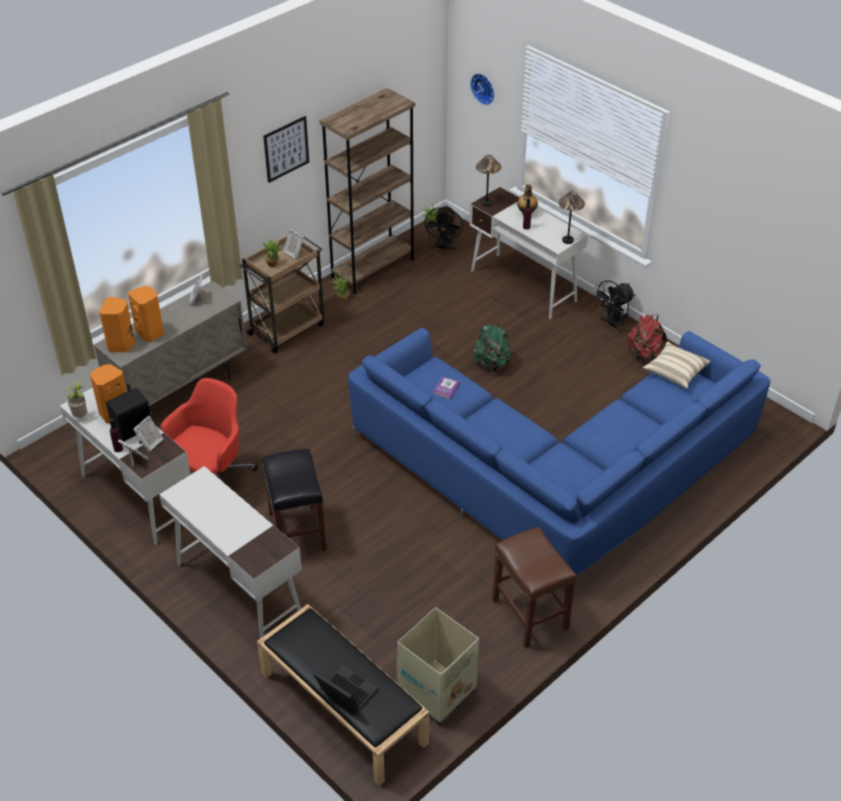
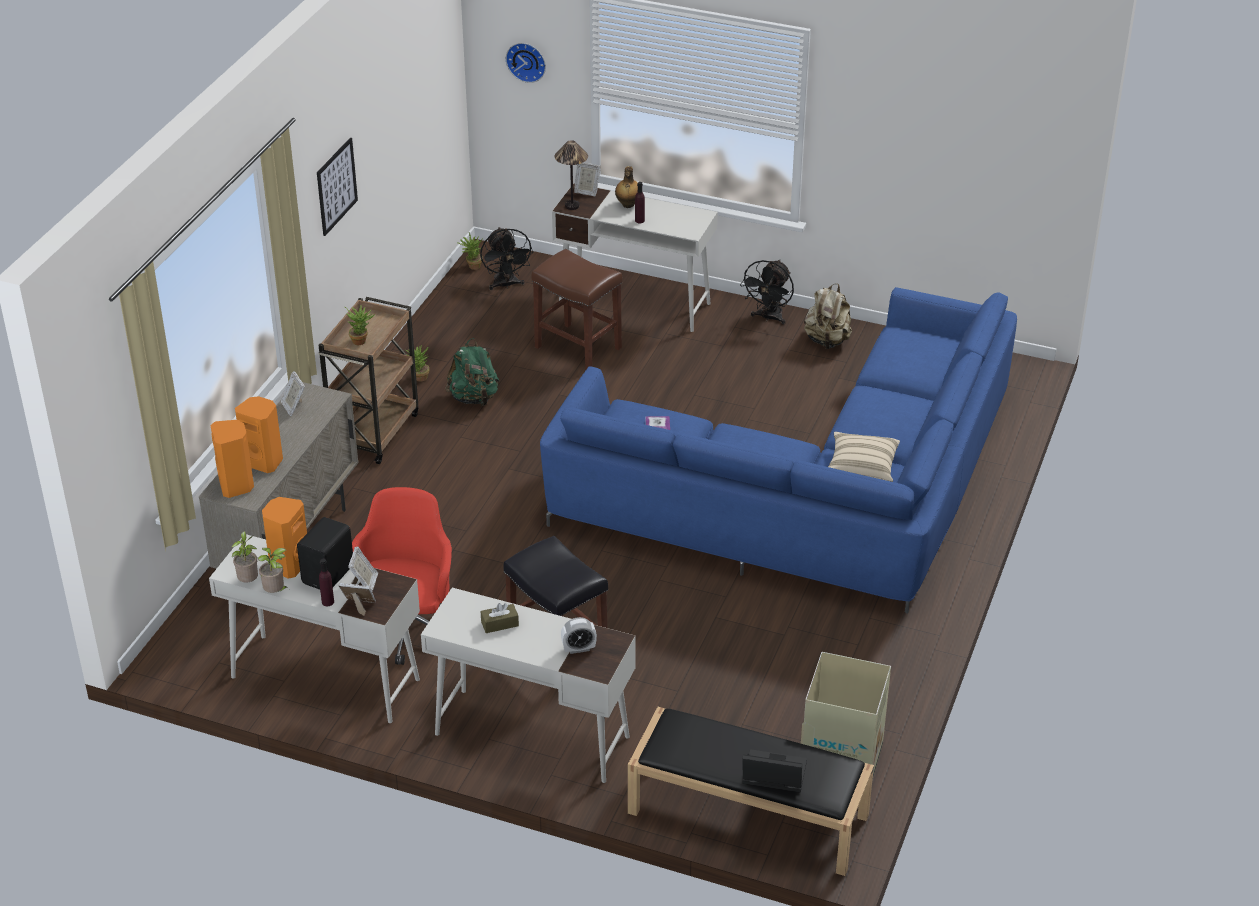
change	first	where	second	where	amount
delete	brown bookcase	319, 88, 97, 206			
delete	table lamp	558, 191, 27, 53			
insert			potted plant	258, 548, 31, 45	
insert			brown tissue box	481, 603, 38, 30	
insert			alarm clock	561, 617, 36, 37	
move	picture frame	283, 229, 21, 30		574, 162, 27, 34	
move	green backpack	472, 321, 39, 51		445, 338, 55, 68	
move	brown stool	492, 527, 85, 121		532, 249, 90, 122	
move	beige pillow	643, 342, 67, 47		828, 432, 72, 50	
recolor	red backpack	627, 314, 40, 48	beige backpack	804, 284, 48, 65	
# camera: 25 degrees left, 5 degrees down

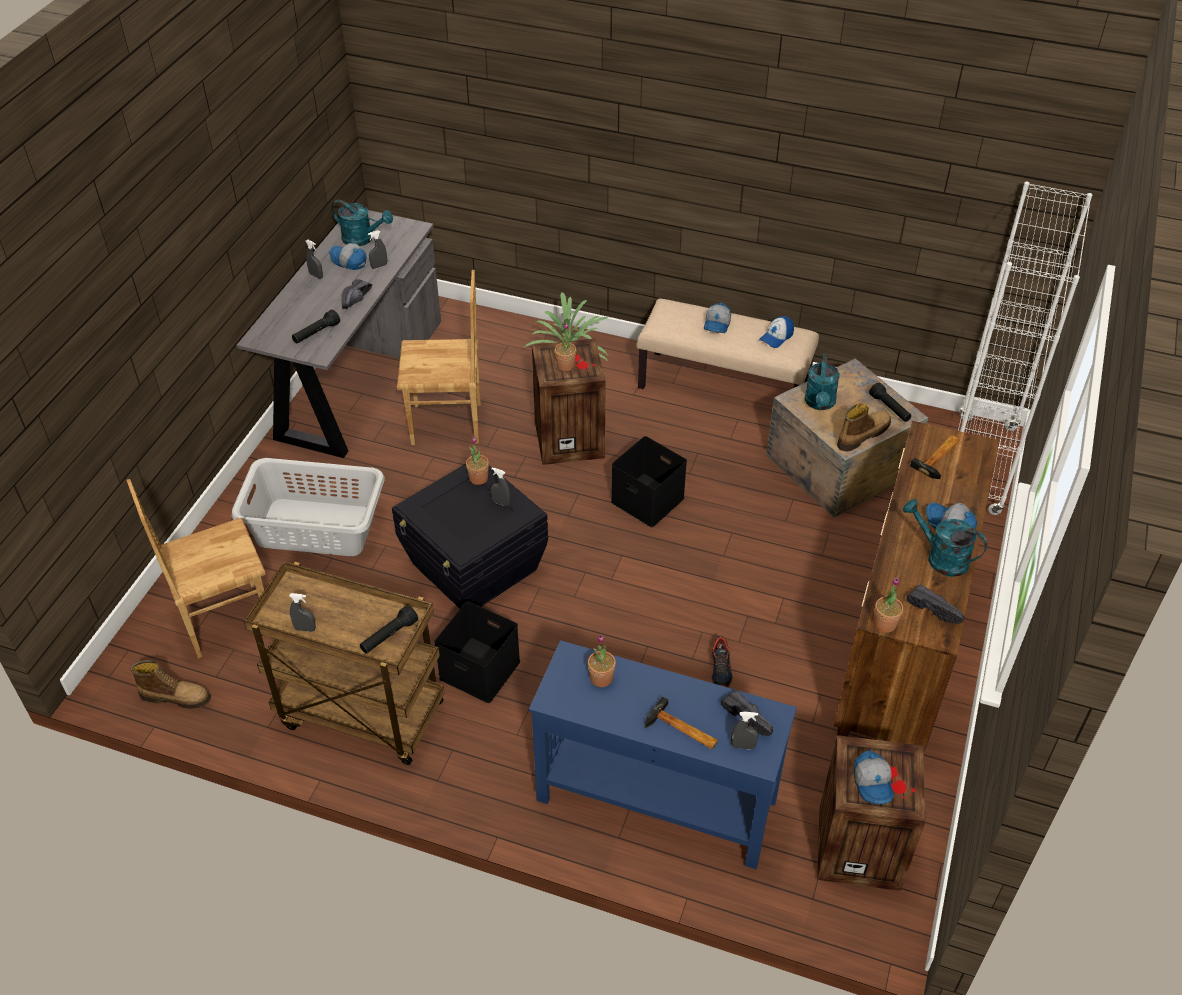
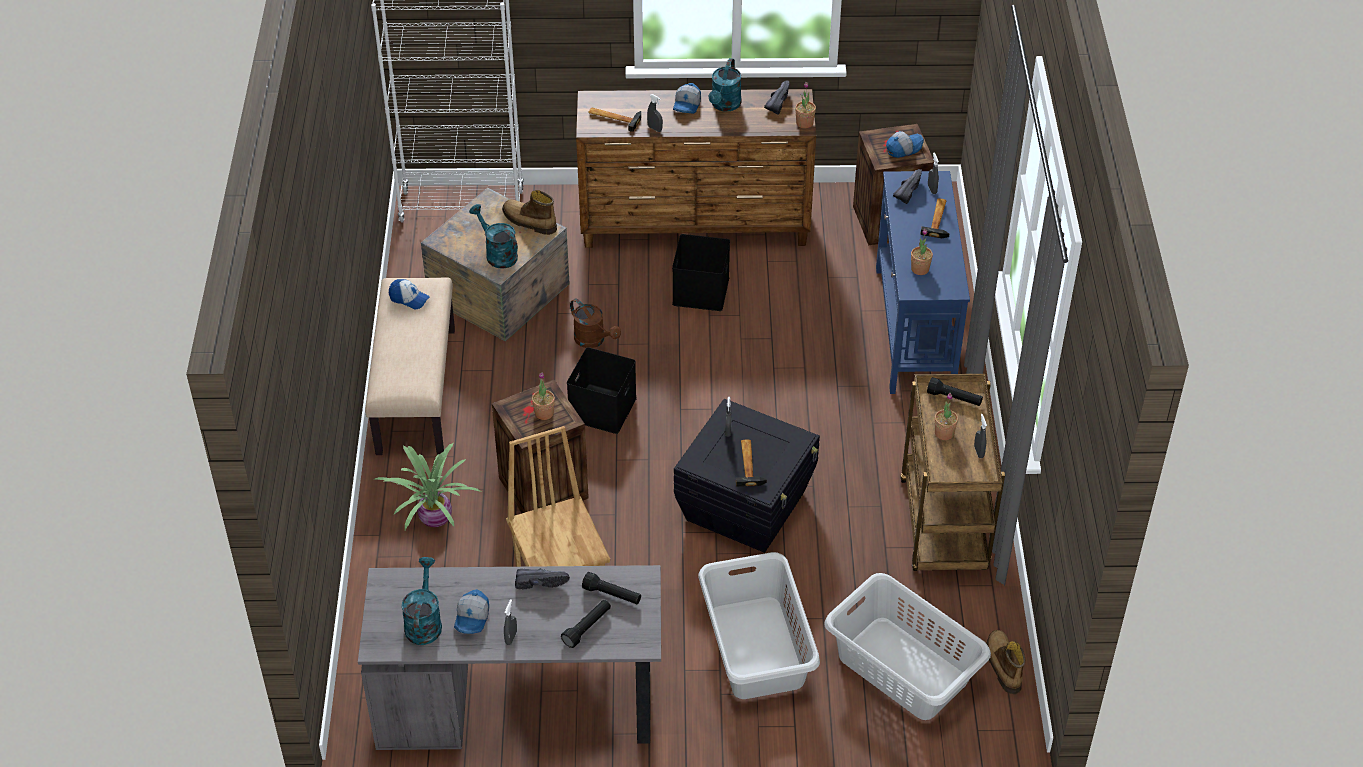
change	first	where	second	where	amount
delete	cap	704, 303, 27, 30			
delete	shoe	711, 635, 22, 52			
insert			brown watering can	570, 299, 51, 49	
insert			hammer	736, 440, 31, 47	
move	grey spray bottle	368, 230, 19, 39		647, 94, 16, 38	
move	black storage box	434, 601, 86, 102		672, 234, 58, 77	
move	potted plant	466, 436, 23, 49		935, 393, 23, 47	
move	black flashlight	869, 383, 42, 39		561, 600, 50, 48	
replace	brown chair	126, 479, 140, 179	grey laundry basket	824, 573, 167, 147	
rotate	turquoise watering can	805, 354, 35, 56		469, 204, 49, 65	120 degrees counterclockwise
# camera: 110 degrees left, 0 degrees up

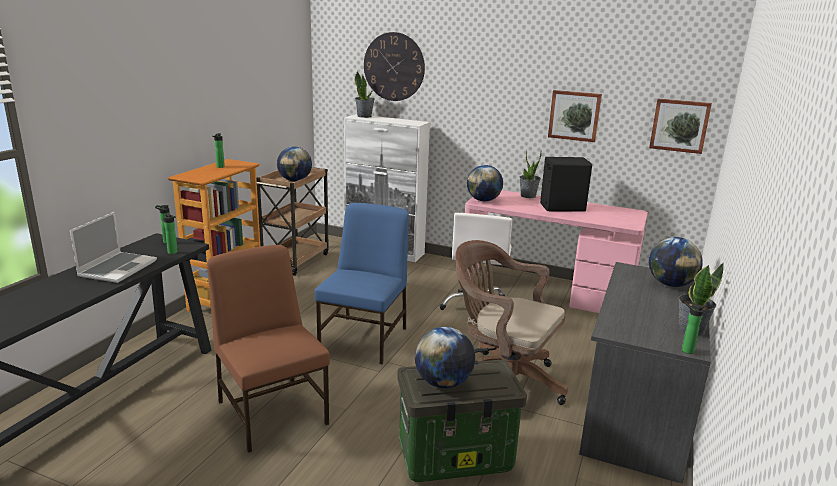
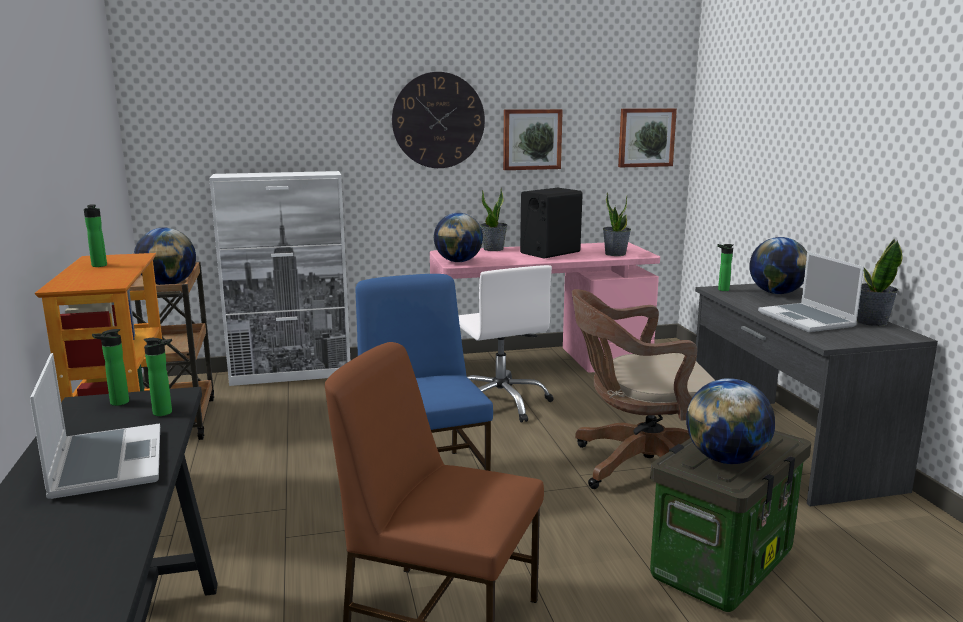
change	first	where	second	where	amount
insert			laptop	758, 252, 106, 80	
move	potted plant	354, 72, 20, 46		603, 192, 28, 64	
move	wall clock	364, 32, 61, 69		392, 72, 93, 96	
move	bottle	682, 301, 22, 53		717, 244, 16, 47	
# camera: 35 degrees left, 5 degrees down

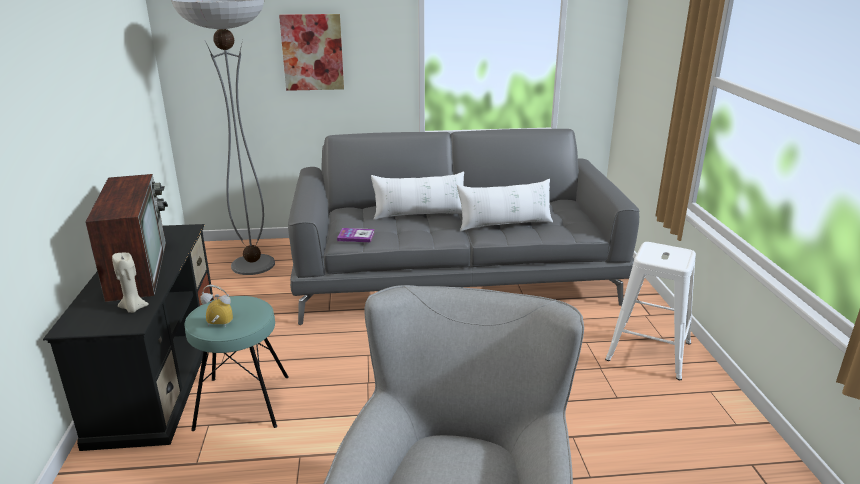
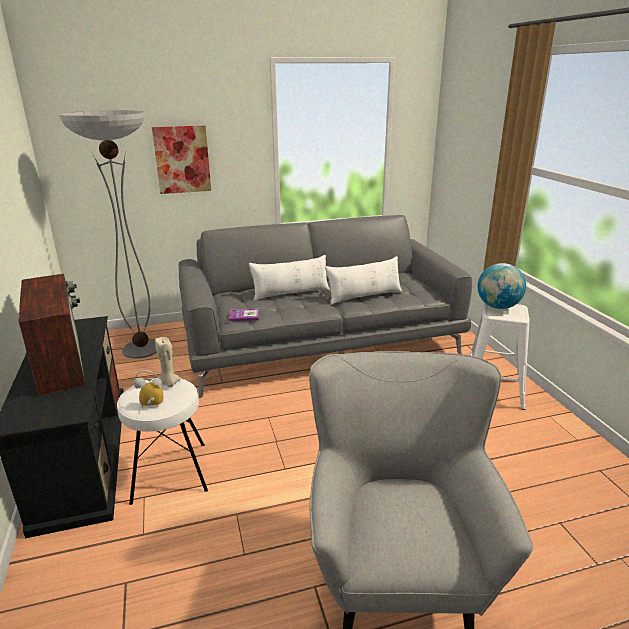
change	first	where	second	where	amount
insert			globe	477, 263, 49, 46	
move	beige candle	112, 253, 37, 60		155, 337, 26, 50	
recolor	turquoise stool	184, 296, 105, 135	white stool	117, 378, 91, 127	
# camera: 10 degrees left, 0 degrees up

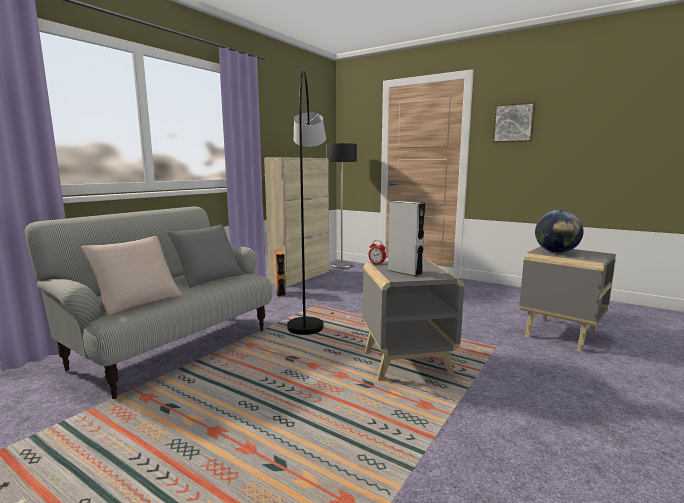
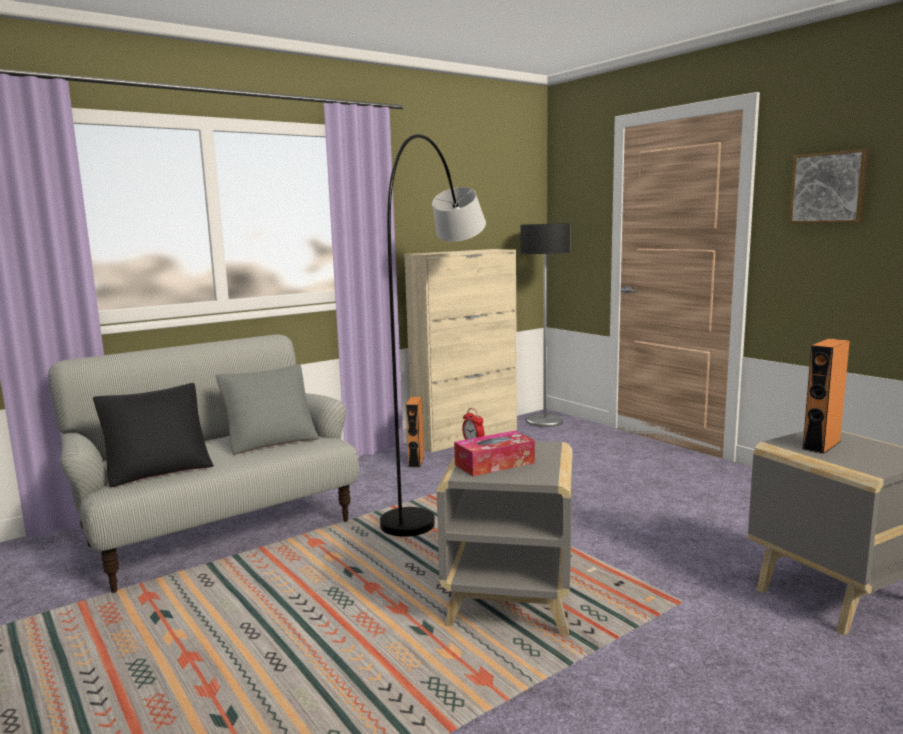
change	first	where	second	where	amount
replace	grey speaker	388, 201, 37, 75	tissue box	454, 431, 81, 45	
replace	globe	535, 210, 49, 43	orange speaker	802, 339, 48, 115	
recolor	beige pillow	81, 236, 101, 80	black pillow	93, 383, 121, 105	
# camera: 20 degrees right, 0 degrees up

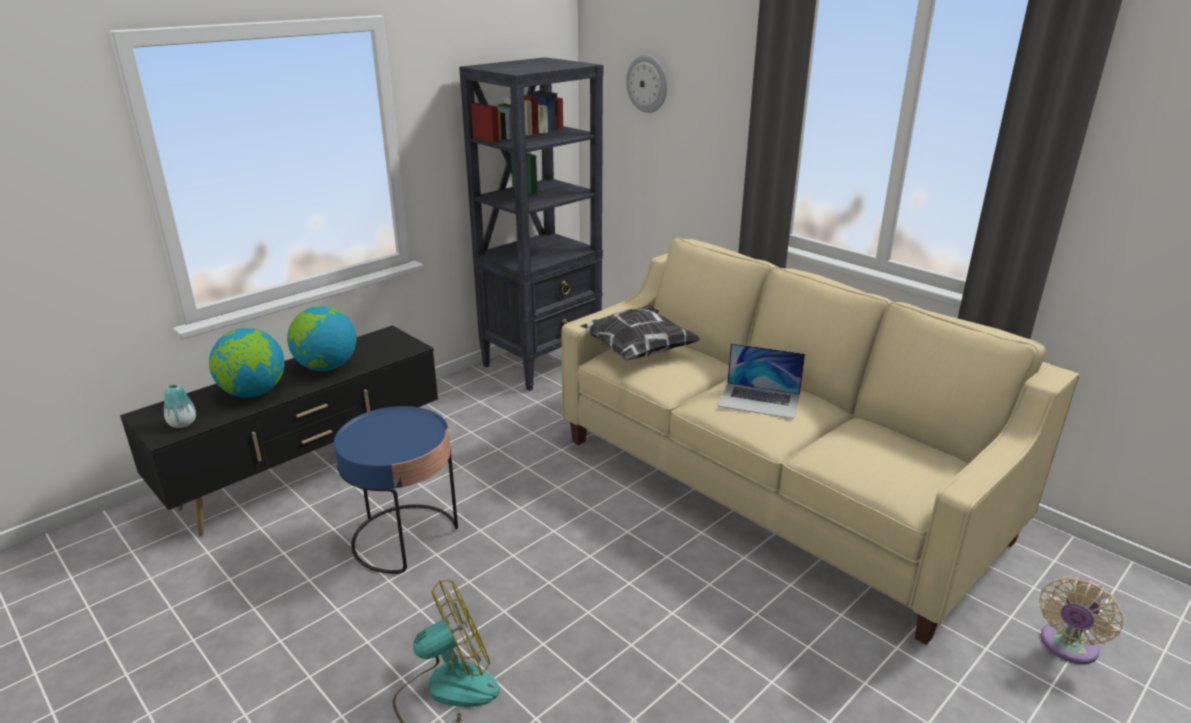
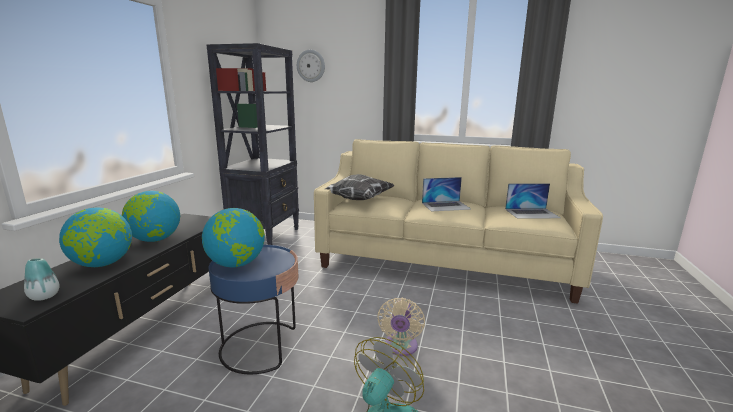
change	first	where	second	where	amount
insert			globe	202, 208, 63, 59	
insert			laptop	505, 183, 56, 36	
move	beige fan	1040, 577, 83, 87		377, 298, 48, 58	
# camera: 30 degrees left, 10 degrees down

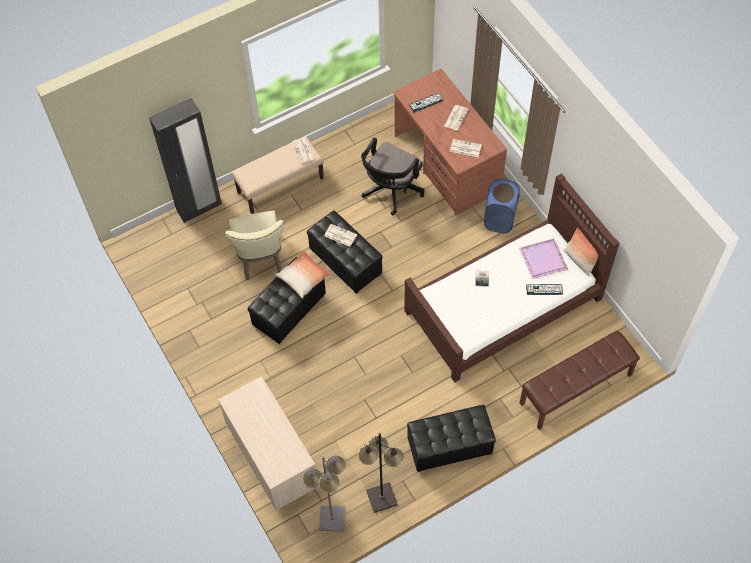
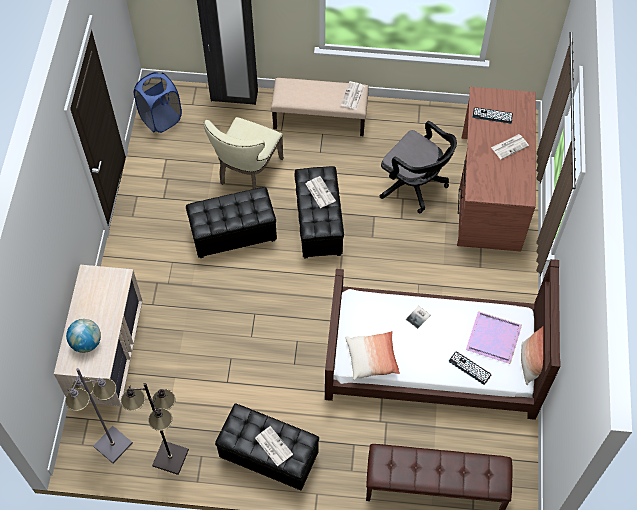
change	first	where	second	where	amount
insert			globe	66, 319, 35, 34	
move	pillow	275, 250, 55, 48		345, 331, 55, 49	
move	newspaper	450, 139, 32, 18		255, 426, 38, 40	
move	blue laundry basket	484, 179, 36, 54		134, 72, 48, 61	
rotate	black office chair	361, 137, 64, 78		380, 121, 77, 92	120 degrees counterclockwise
# camera: 35 degrees right, 0 degrees up

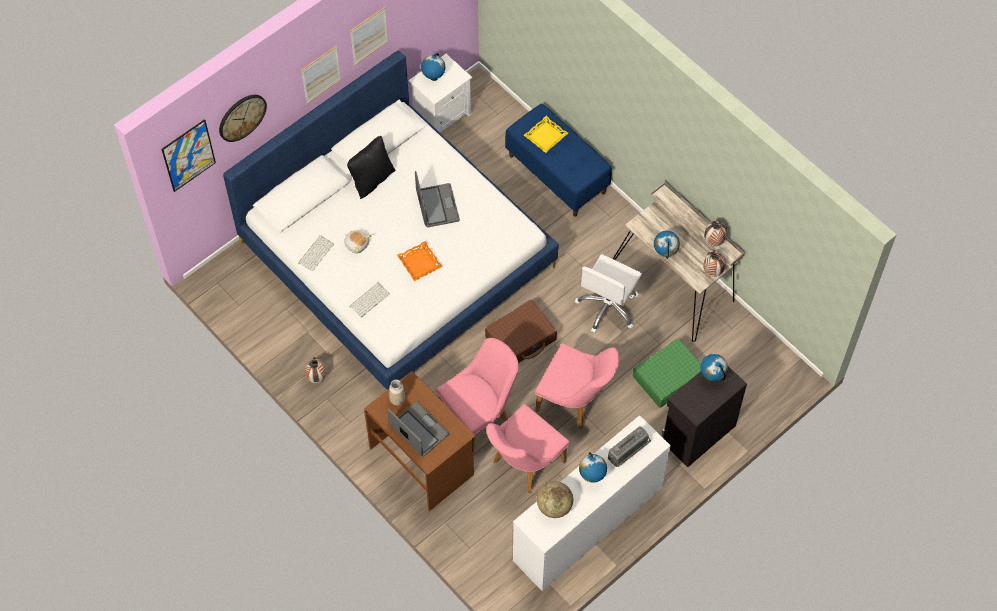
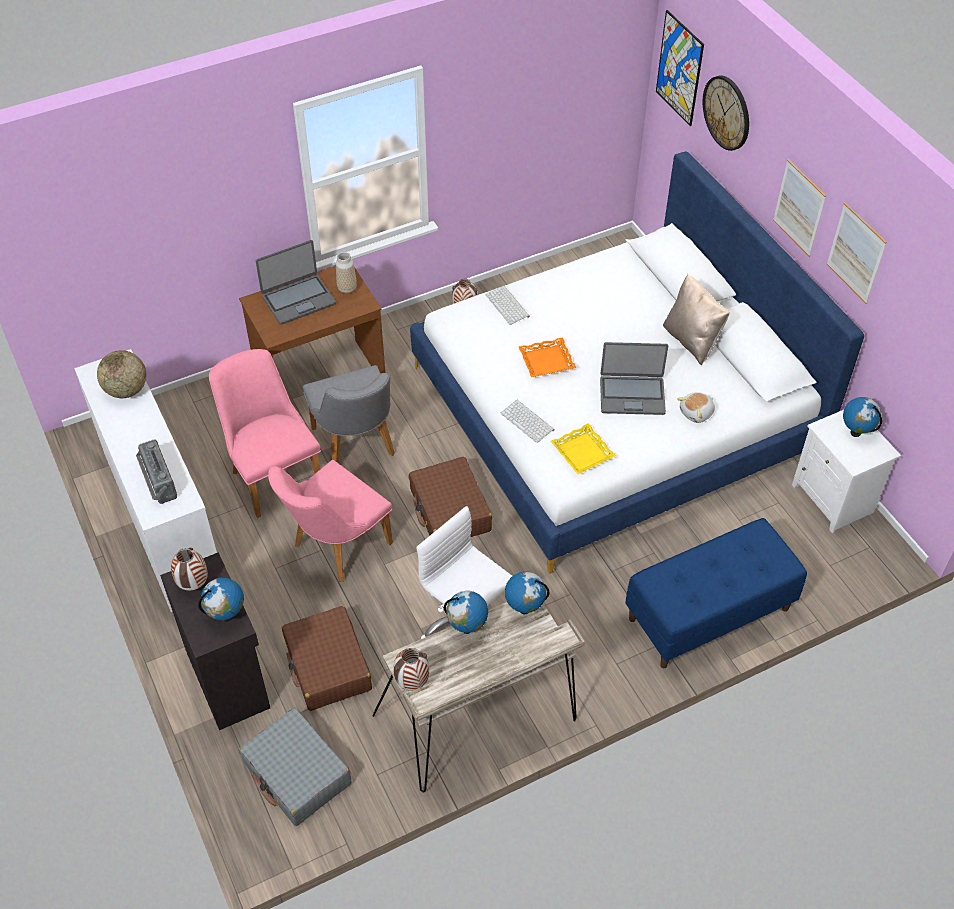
change	first	where	second	where	amount
insert			grey suitcase	239, 708, 112, 118	
move	keyboard	298, 235, 36, 36		501, 399, 53, 44	
move	plush toy	344, 231, 27, 23		677, 392, 38, 31	
move	yellow tray	524, 116, 44, 37		551, 423, 65, 51	
move	globe	579, 452, 28, 31		505, 571, 44, 44	
move	vase	704, 221, 23, 25		171, 548, 37, 43	
recolor	black pillow	347, 136, 49, 63	beige pillow	663, 274, 67, 92	
recolor	pink chair	436, 338, 83, 113	grey chair	303, 365, 92, 98	
recolor	green suitcase	633, 338, 68, 70	brown suitcase	282, 606, 90, 105	
# camera: 105 degrees right, 10 degrees down

